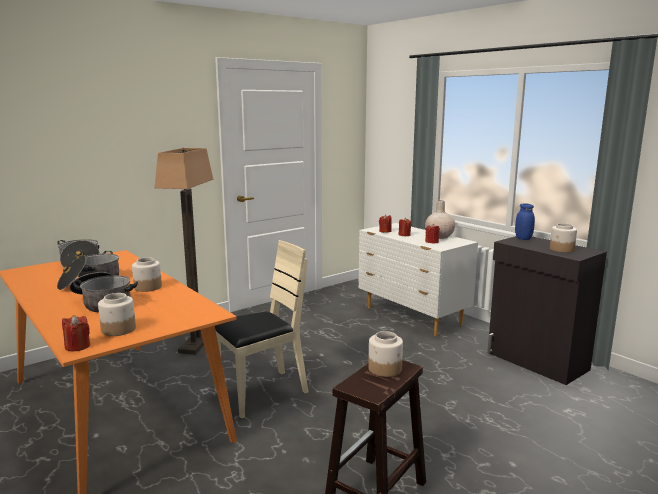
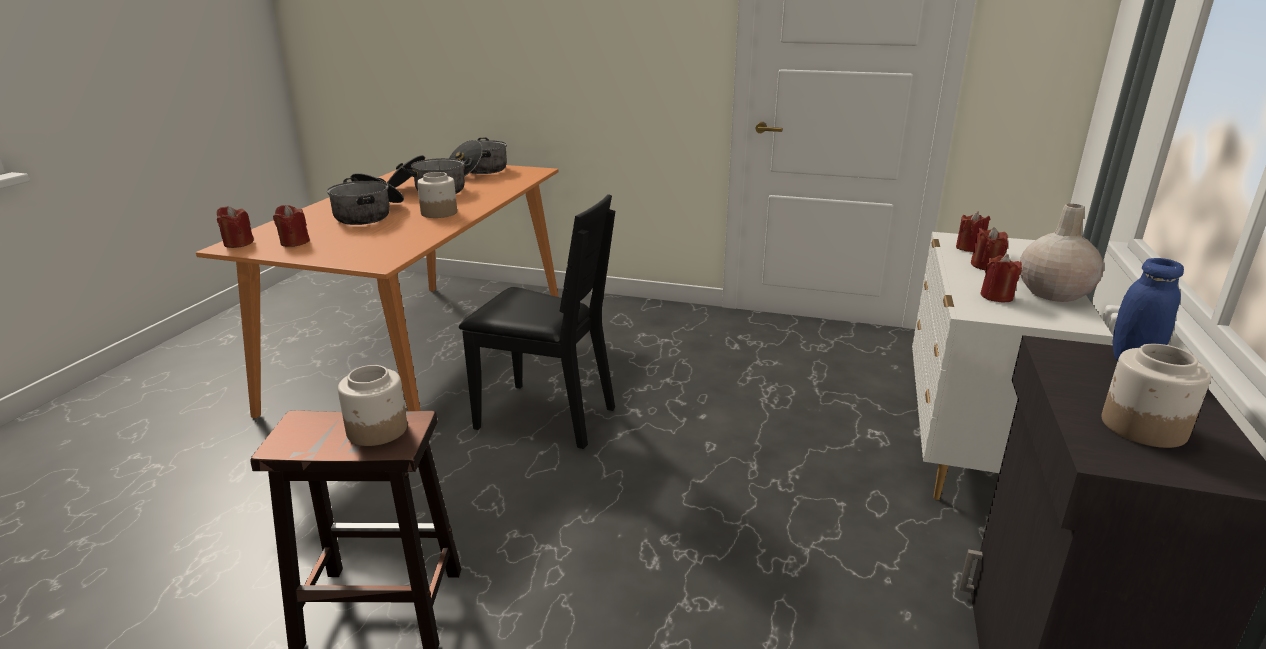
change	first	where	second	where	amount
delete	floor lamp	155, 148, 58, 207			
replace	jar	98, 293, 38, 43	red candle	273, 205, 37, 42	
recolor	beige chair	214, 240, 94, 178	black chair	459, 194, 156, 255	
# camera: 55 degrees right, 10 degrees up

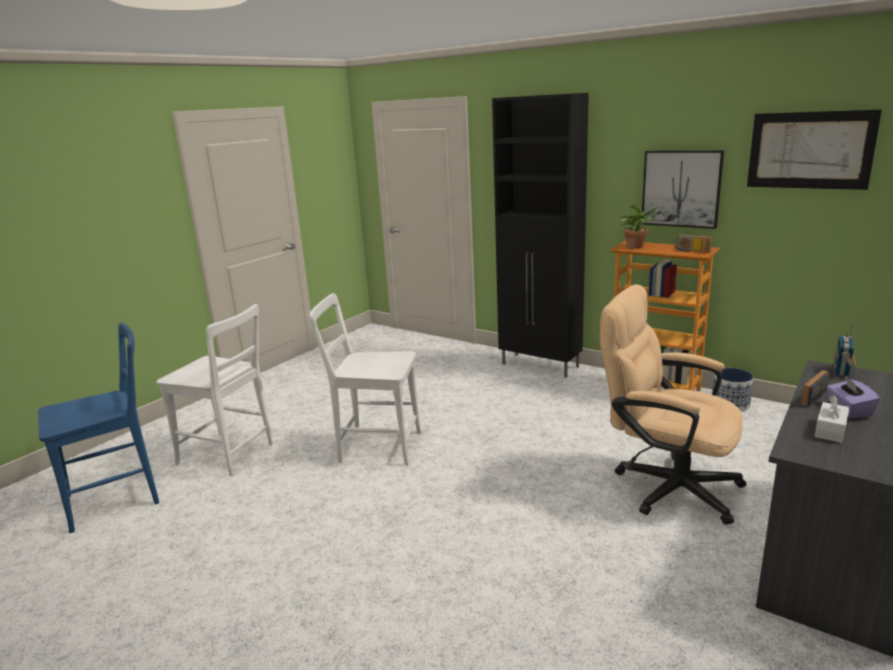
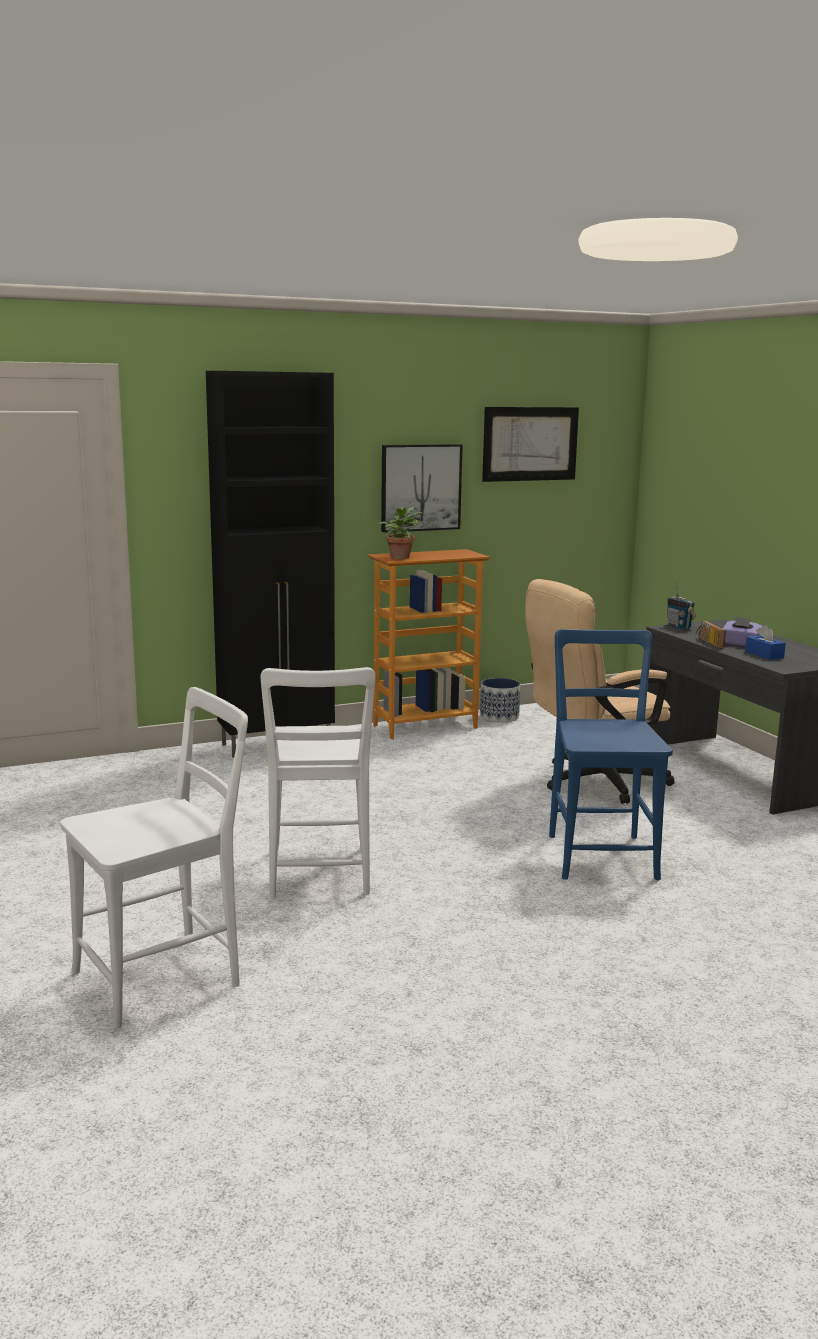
change	first	where	second	where	amount
delete	radio	674, 234, 38, 19			
move	blue chair	38, 323, 121, 210		549, 629, 124, 251	
recolor	white tissue box	815, 395, 35, 48	blue tissue box	745, 625, 41, 35	
rotate	white chair	309, 293, 113, 173		260, 667, 116, 230	45 degrees counterclockwise
# camera: 60 degrees left, 5 degrees down

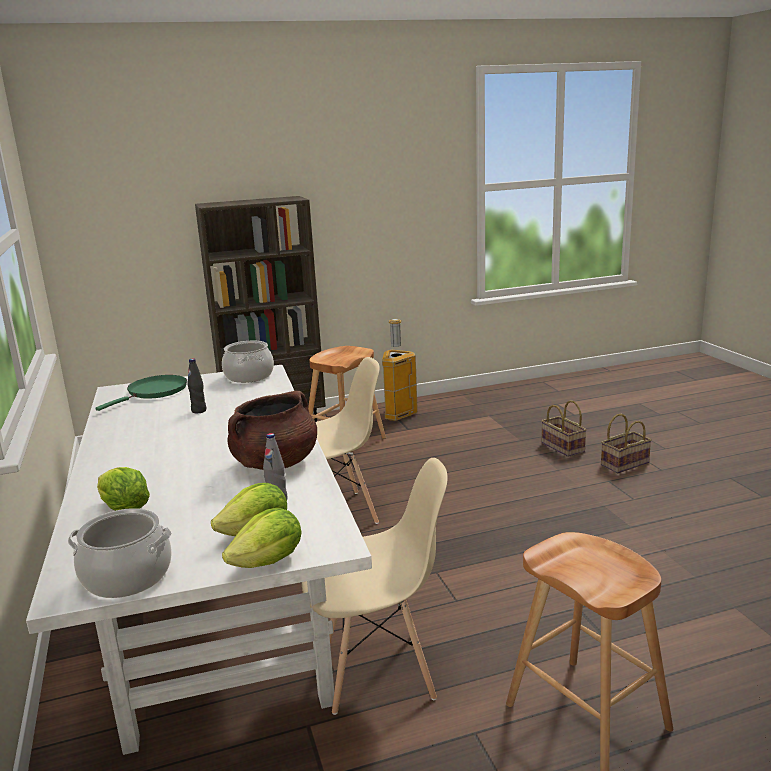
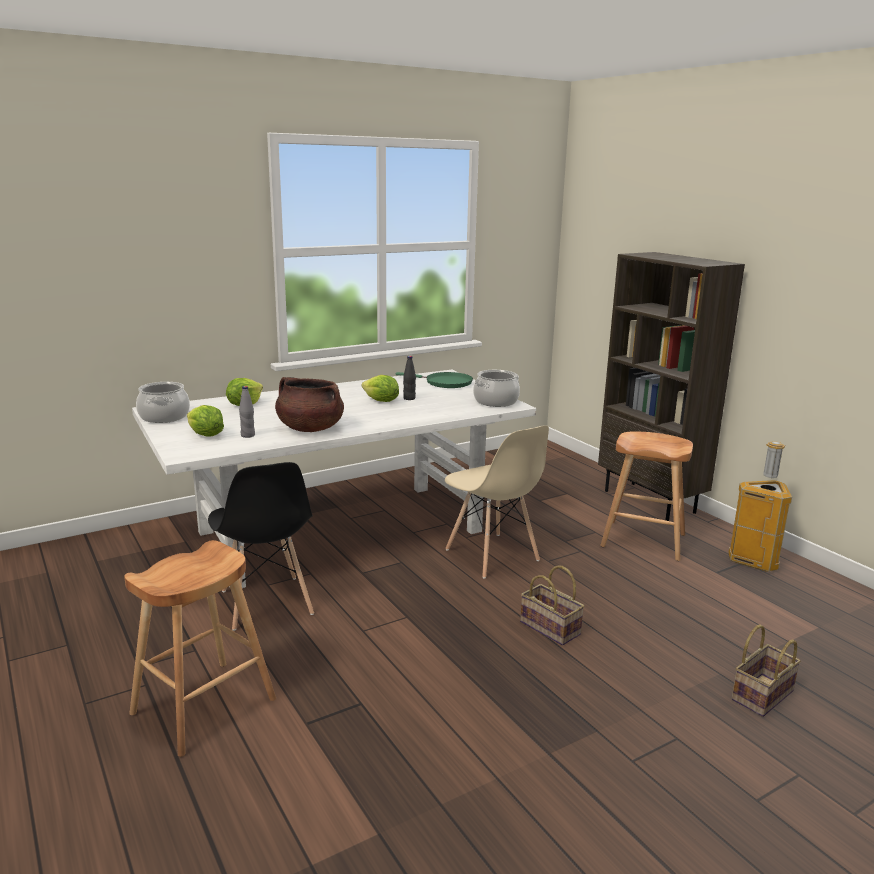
change	first	where	second	where	amount
move	lettuce	222, 508, 79, 60		362, 375, 37, 27	
move	basket	601, 414, 51, 59		520, 566, 65, 79	
recolor	beige chair	302, 458, 146, 257	black chair	208, 462, 106, 169	
# camera: 75 degrees right, 0 degrees up

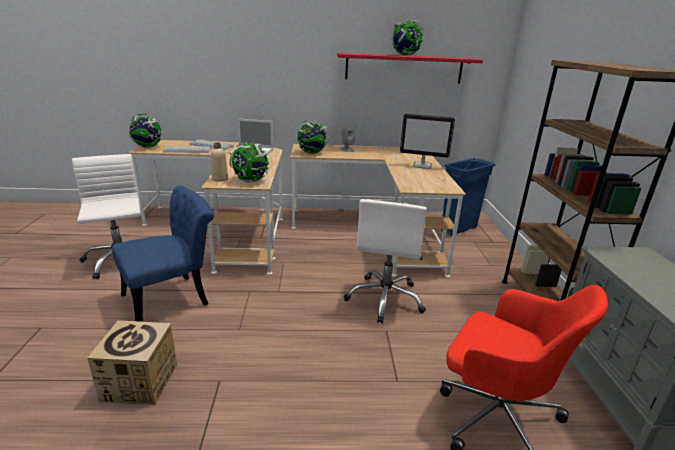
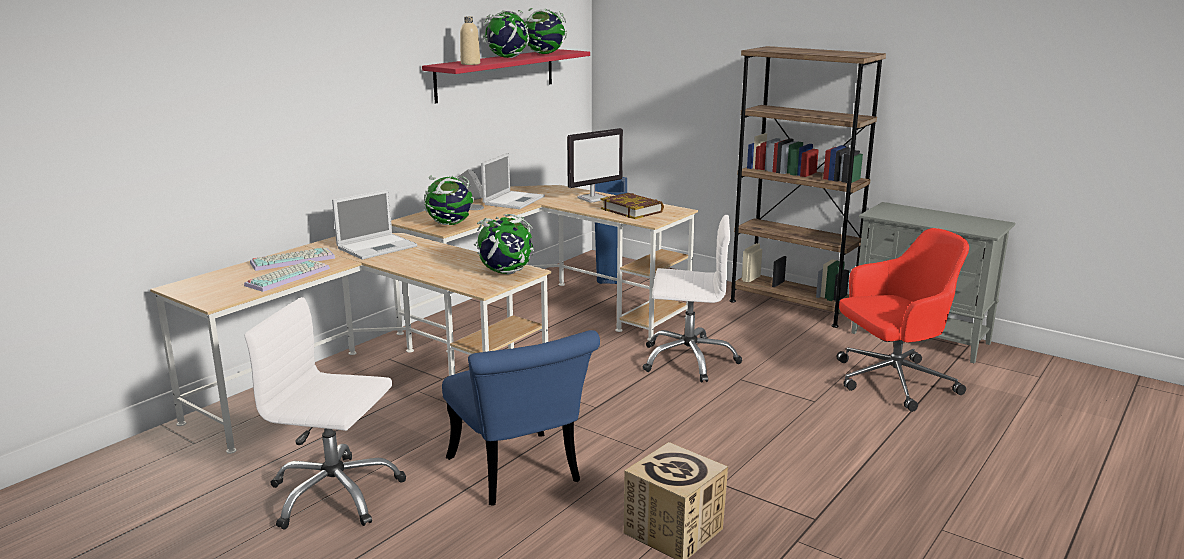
change	first	where	second	where	amount
insert			laptop	481, 153, 64, 56	
insert			book	601, 193, 63, 26	
move	globe	129, 113, 33, 35		525, 8, 42, 46	
move	beige bottle	211, 142, 17, 40		460, 16, 20, 49	
rotate	blue chair	112, 186, 102, 136		442, 330, 158, 176	150 degrees clockwise
rotate	white office chair	344, 199, 83, 125		643, 215, 99, 168	45 degrees counterclockwise
# camera: 50 degrees left, 5 degrees down

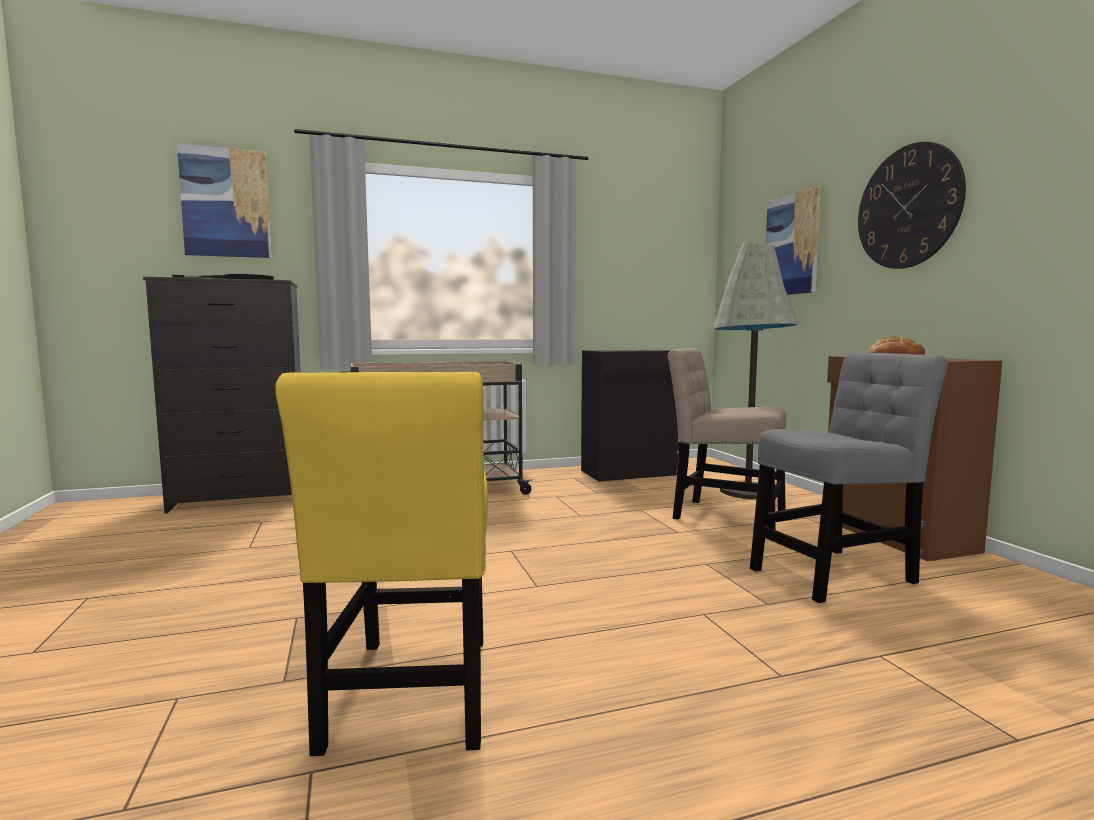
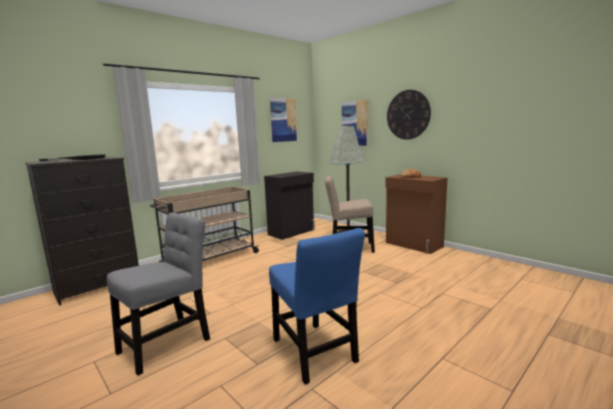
change	first	where	second	where	amount
move	picture	177, 144, 95, 114		270, 98, 27, 44	
move	grey chair	750, 353, 198, 250		107, 213, 103, 163	
recolor	yellow chair	275, 372, 213, 384	blue chair	269, 228, 96, 157	
# camera: 25 degrees left, 5 degrees up

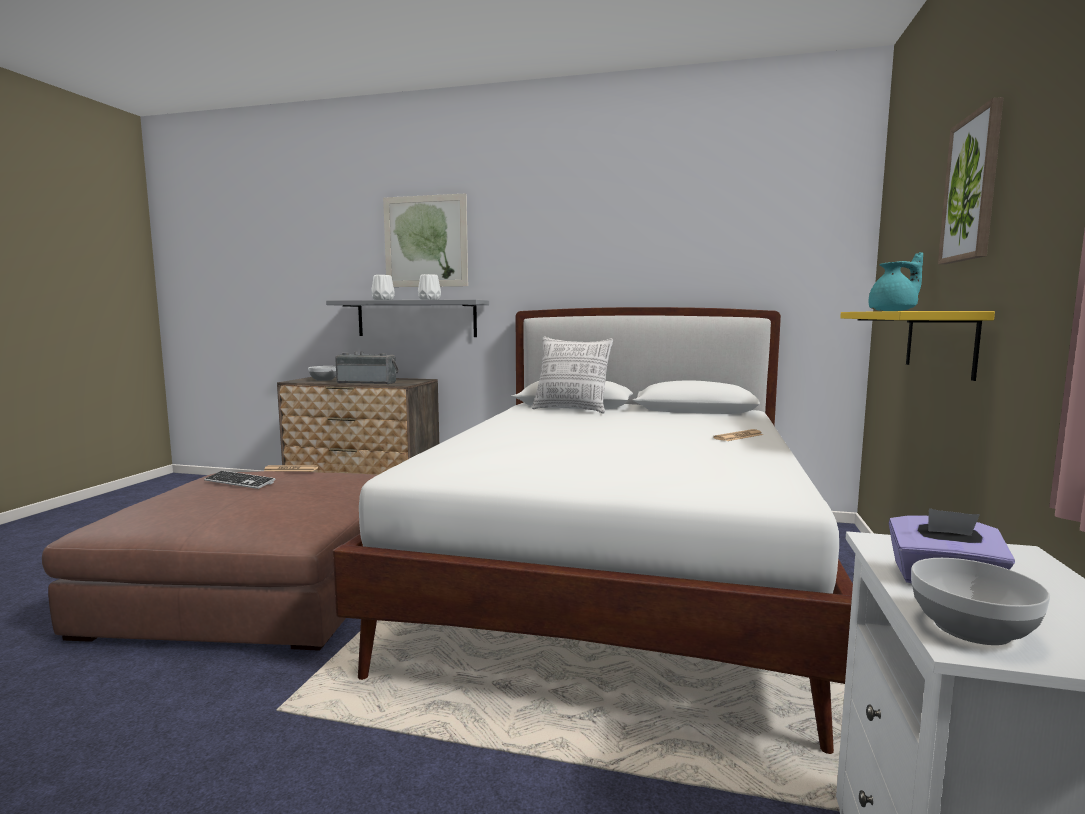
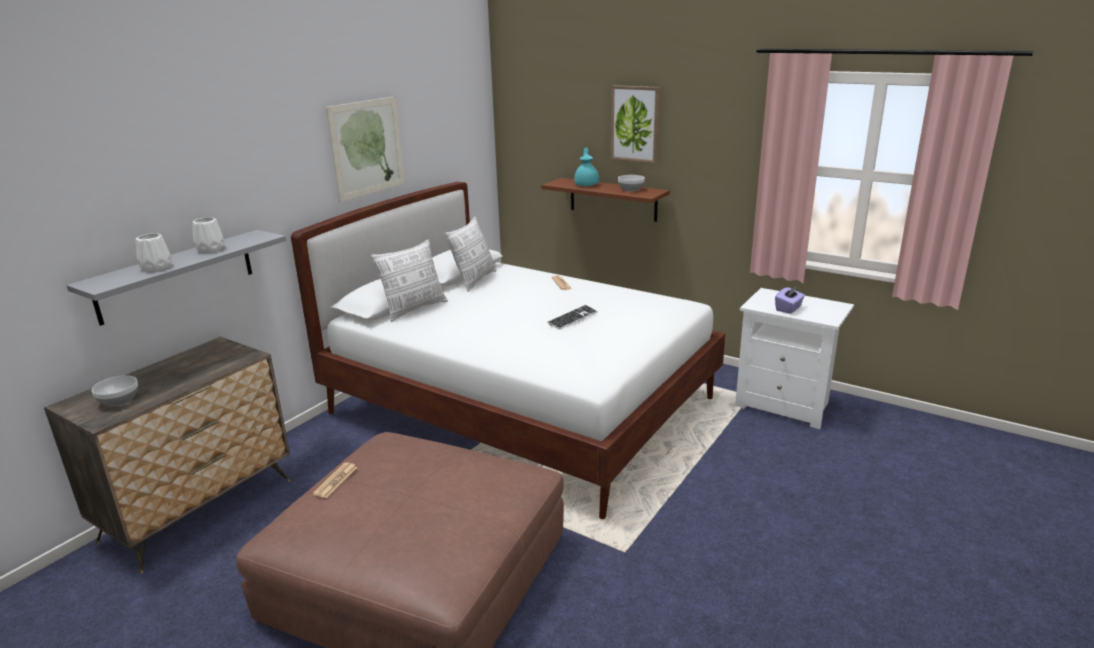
change	first	where	second	where	amount
delete	radio	335, 351, 64, 33			
insert			pillow	445, 217, 52, 75	
move	keyboard	204, 471, 72, 18		547, 305, 51, 25	
move	picture	383, 193, 85, 94		326, 96, 79, 106	
move	bowl	911, 558, 139, 87		618, 175, 27, 17	
recolor	yellow shelf	840, 311, 155, 70	brown shelf	541, 178, 129, 44	
# camera: 70 degrees left, 15 degrees up

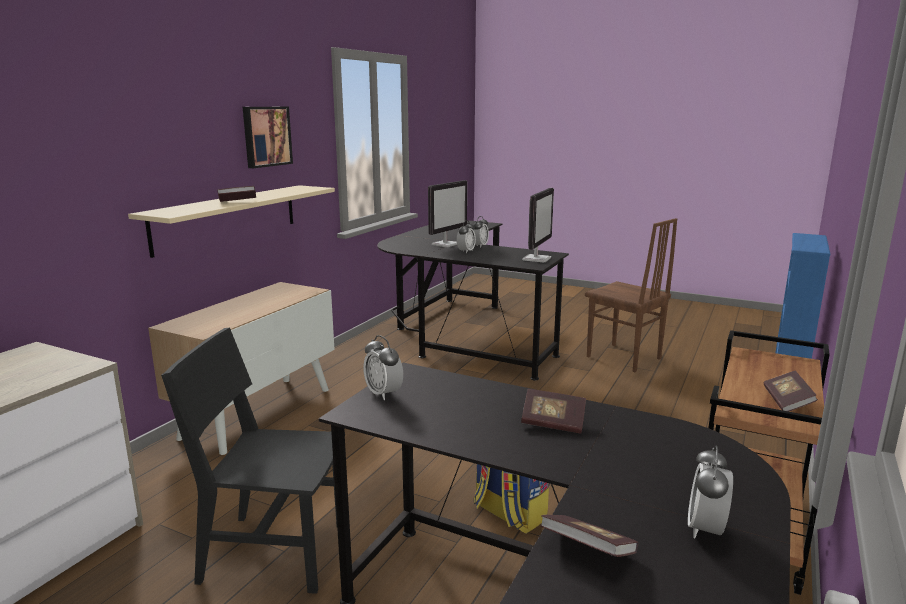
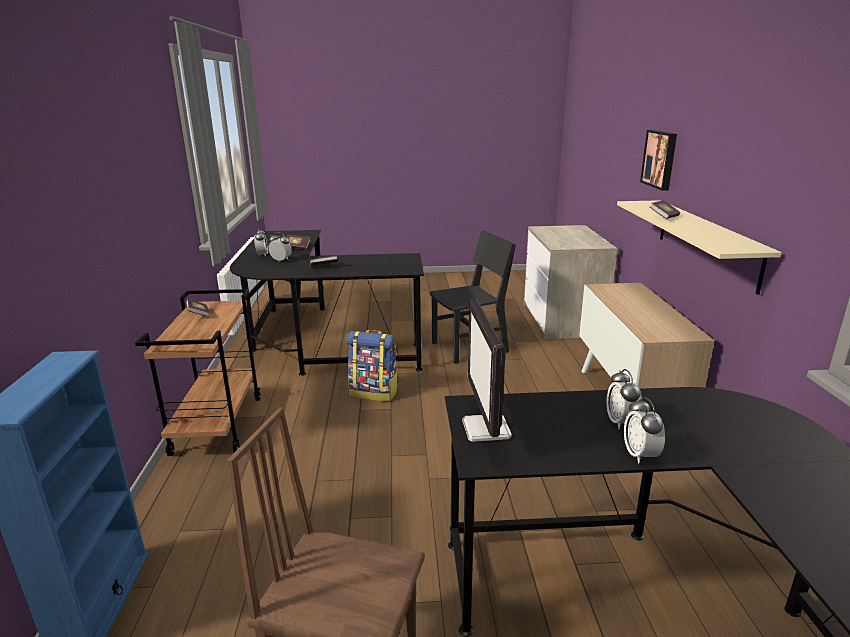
change	first	where	second	where	amount
delete	monitor	428, 180, 39, 67			
move	picture	243, 107, 50, 61		640, 130, 37, 61	
move	alarm clock	363, 335, 40, 65		268, 232, 24, 29	
# camera: 150 degrees right, 5 degrees up

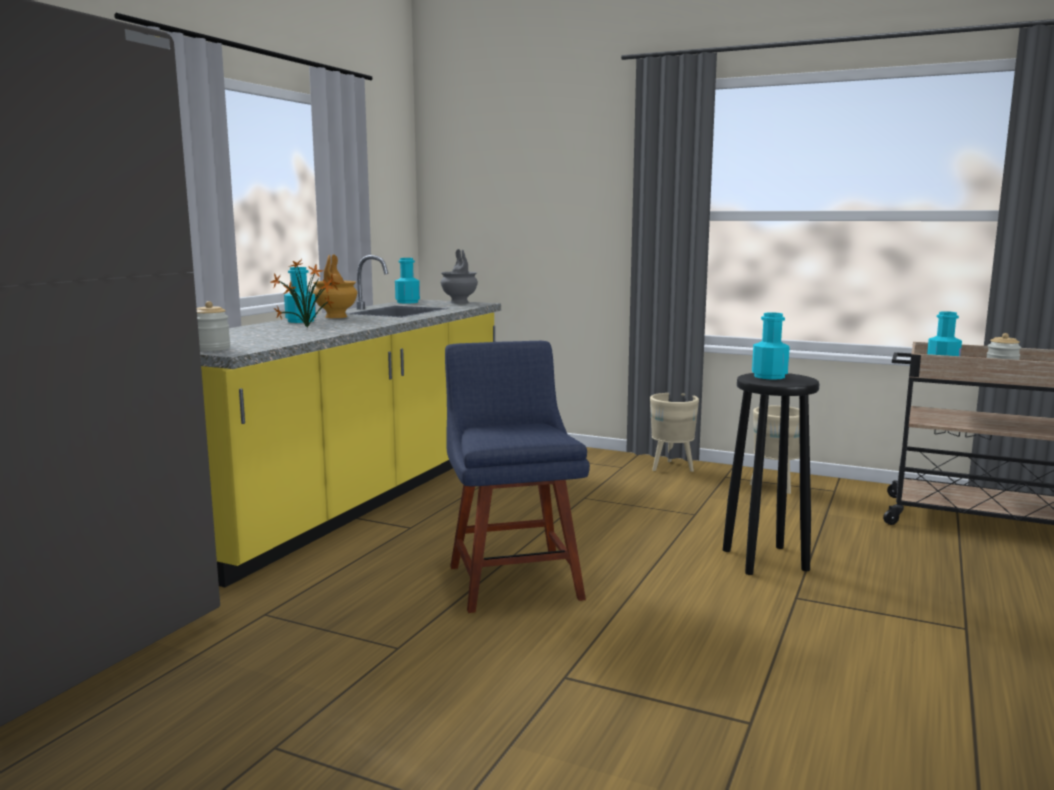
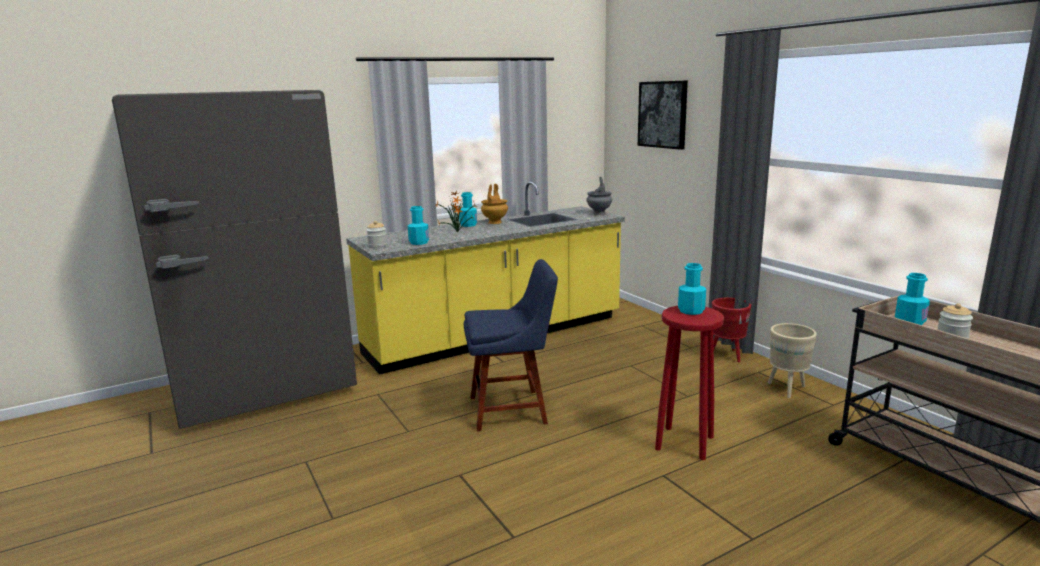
change	first	where	second	where	amount
insert			picture	638, 80, 50, 70	
move	turquoise bottle	395, 258, 25, 46		408, 206, 21, 39	
recolor	beige planter	650, 393, 49, 79	red planter	712, 298, 39, 64	
recolor	black stool	723, 373, 96, 202	red stool	655, 306, 69, 154	
rotate	blue chair	445, 341, 145, 272		464, 259, 94, 173	60 degrees clockwise
# camera: 35 degrees right, 5 degrees up

